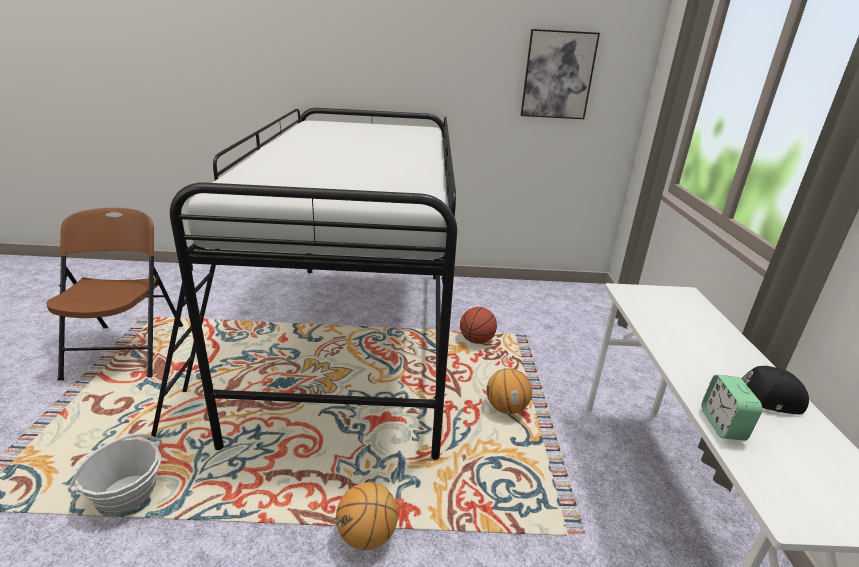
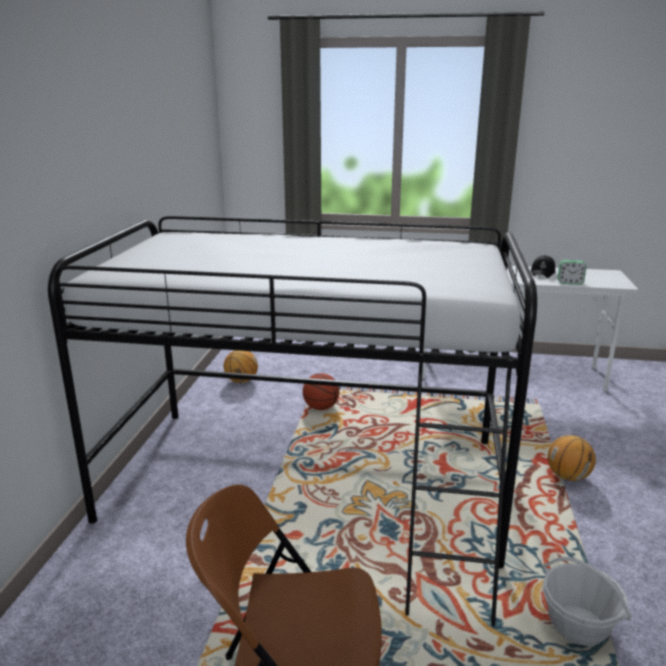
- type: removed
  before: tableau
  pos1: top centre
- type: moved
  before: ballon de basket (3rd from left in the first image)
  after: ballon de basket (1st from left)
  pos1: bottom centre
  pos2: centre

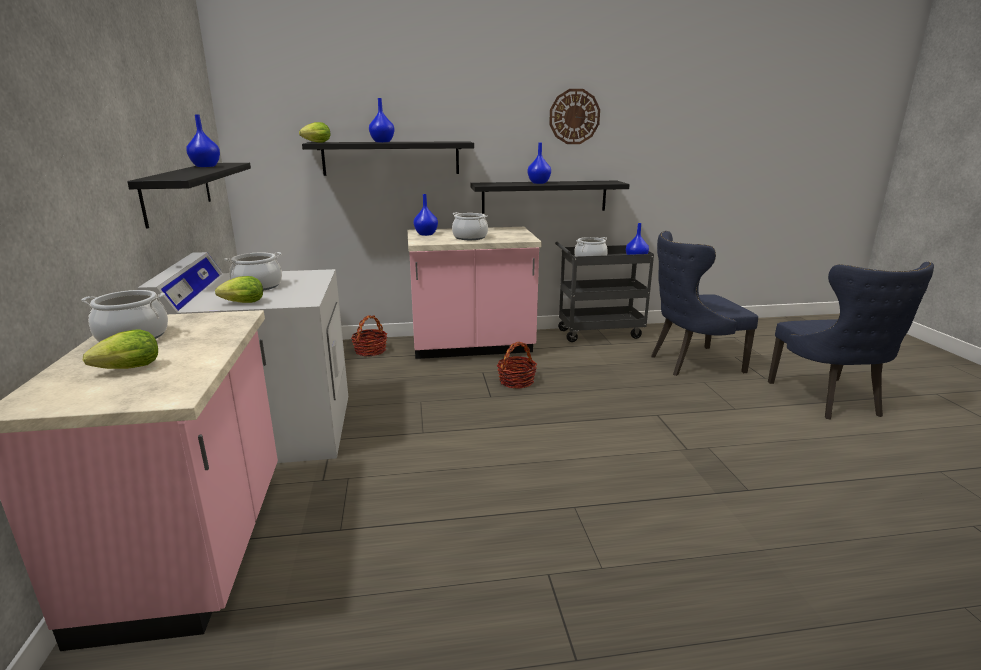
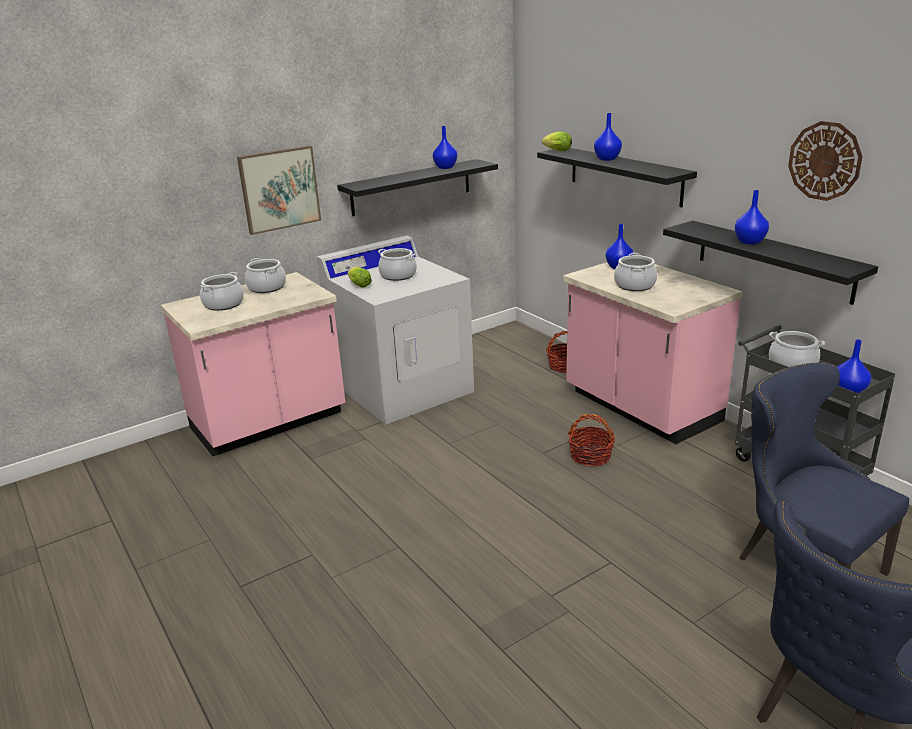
- type: replaced
  before: laitue (1st from left)
  after: marmite (1st from left)
  pos1: middle left
  pos2: middle left
- type: added
  after: tableau
  pos2: top left

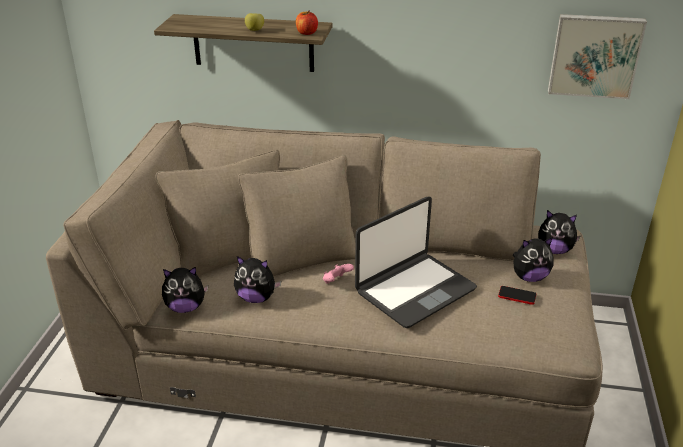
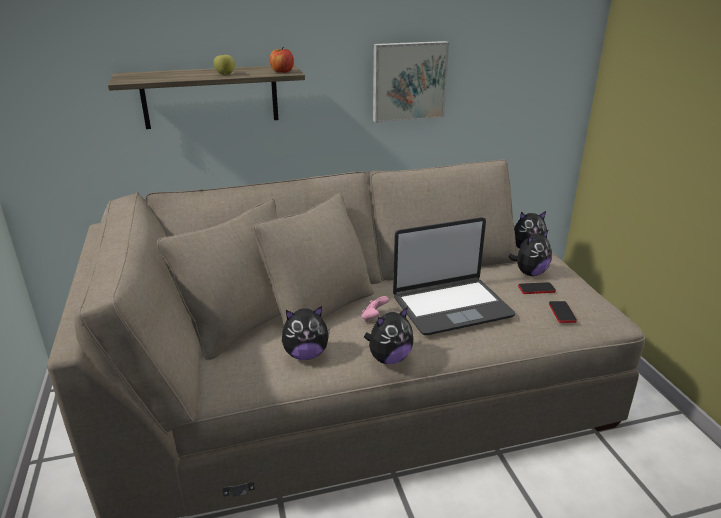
- type: moved
  before: tableau
  pos1: top right
  pos2: top centre
- type: turned
  before: ordinateur portable
  pos1: centre
  pos2: centre
  turn: 45
- type: moved
  before: peluche (1st from left in the first image)
  after: peluche (2nd from left)
  pos1: middle left
  pos2: centre
- type: added
  after: téléphone (2nd from left)
  pos2: middle right

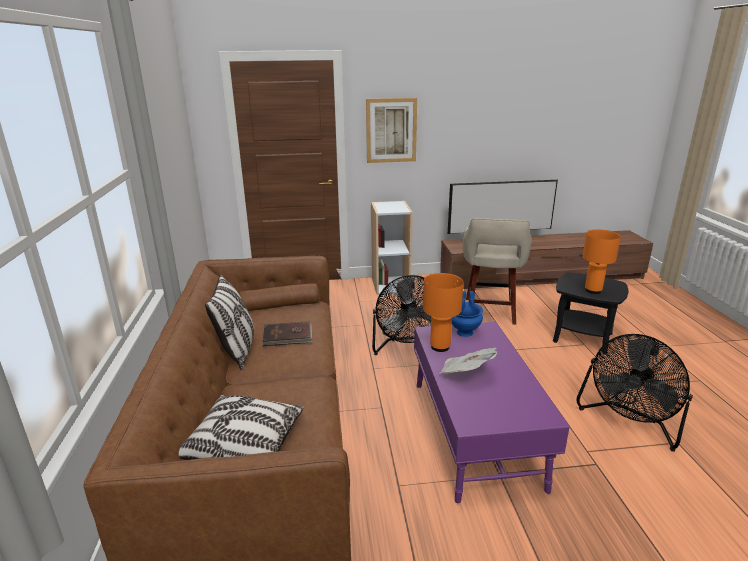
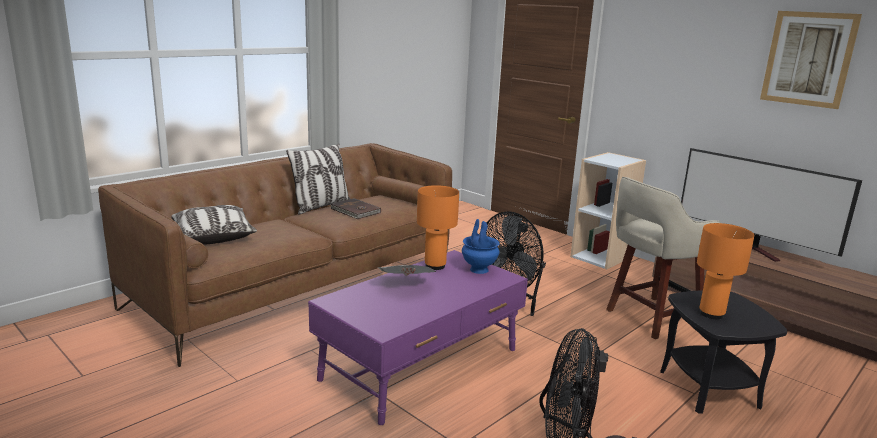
- type: moved
  before: tableau
  pos1: top centre
  pos2: top right

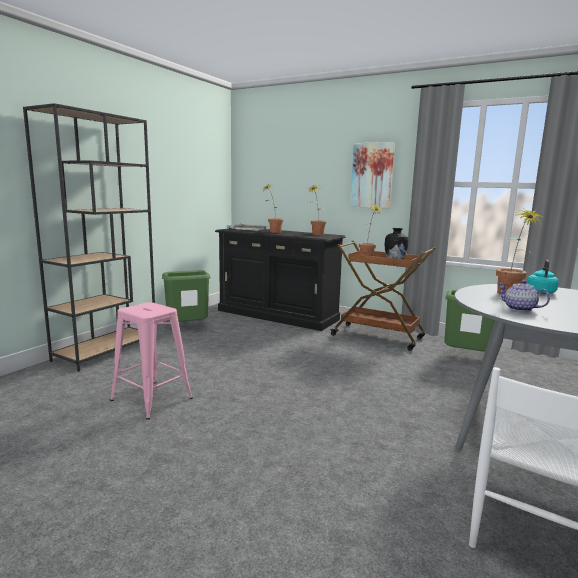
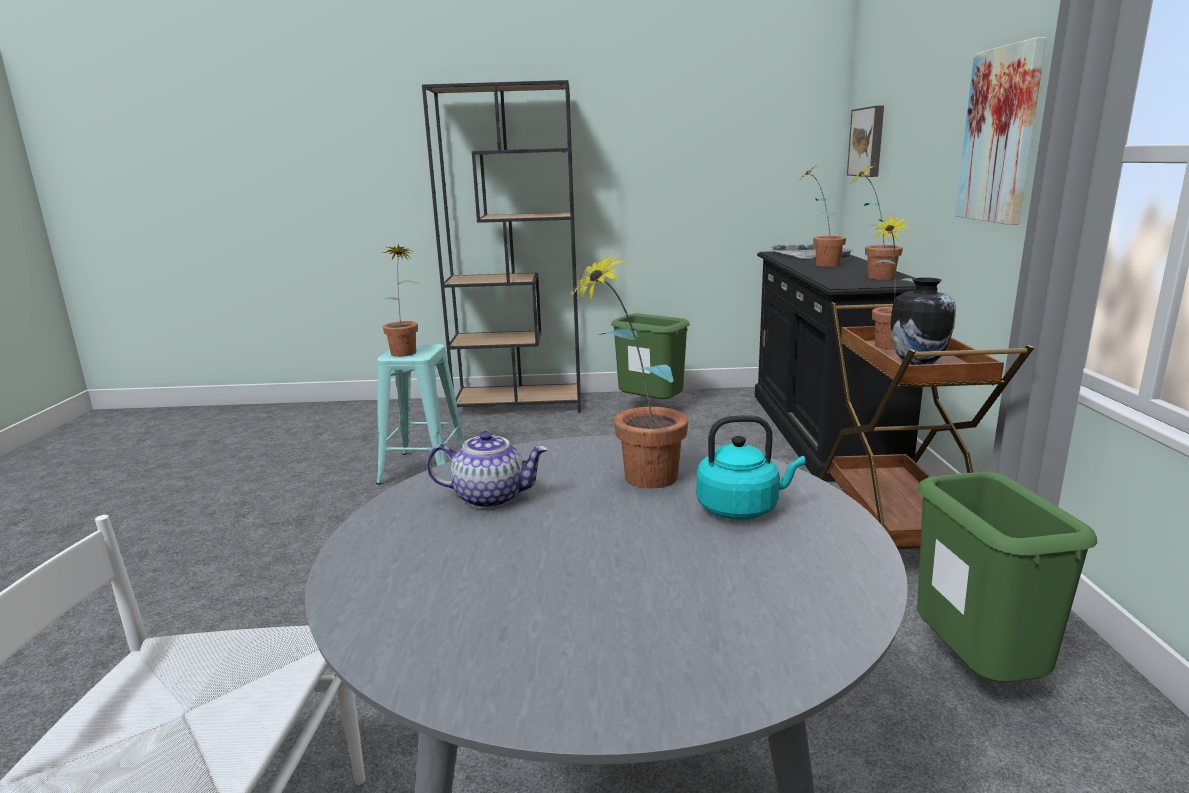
- type: turned
  before: théière
  pos1: middle right
  pos2: centre
  turn: 75
- type: recoloured
  before: tabouret [rose]
  after: tabouret [turquoise]
  pos1: middle left
  pos2: centre
- type: added
  after: tableau (1st from left)
  pos2: top right
- type: added
  after: plante en pot (1st from left)
  pos2: centre

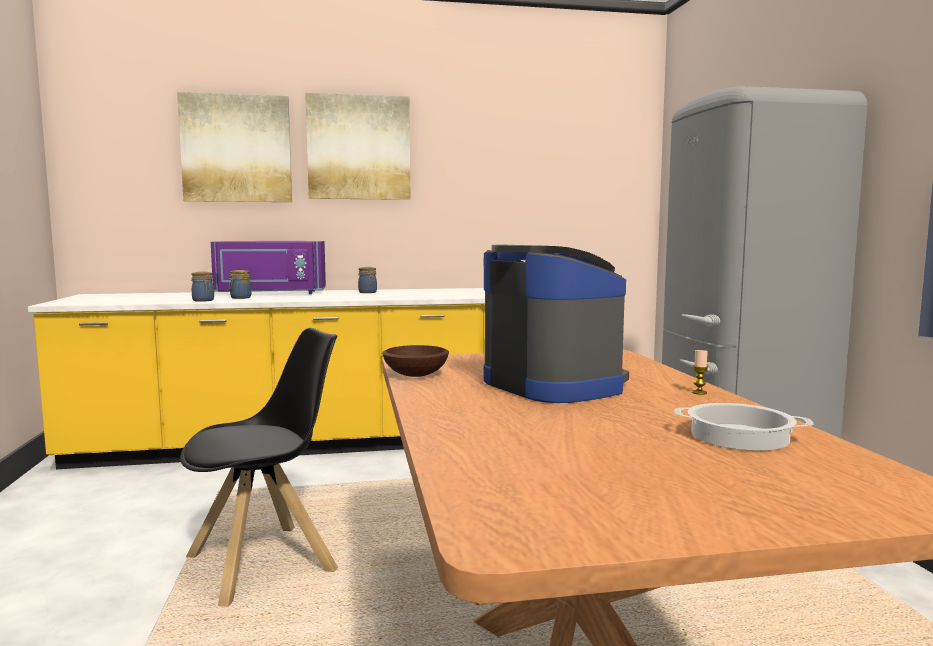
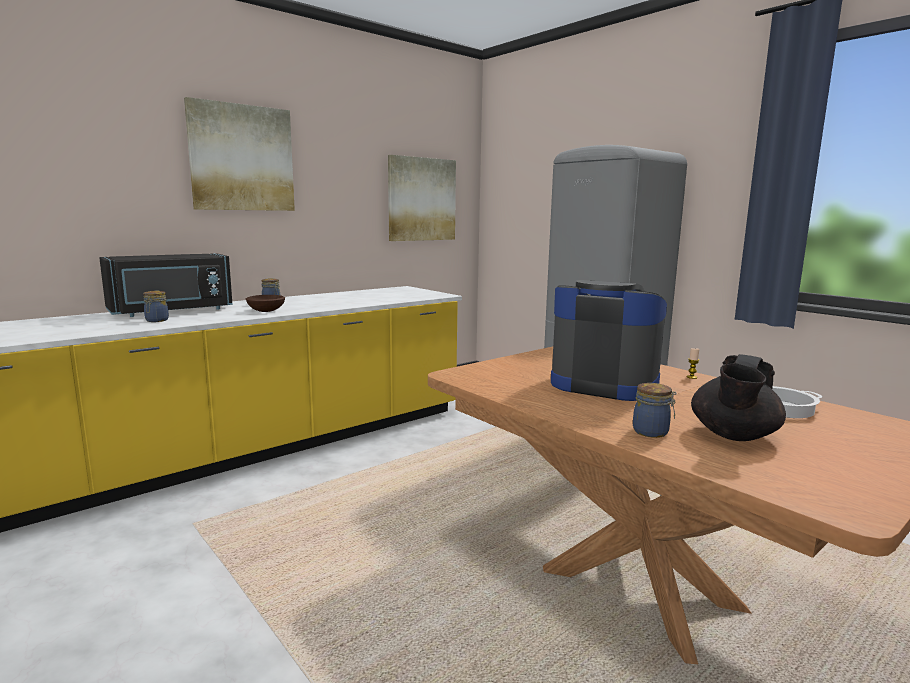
- type: moved
  before: tableau (1st from left in the first image)
  after: tableau (2nd from left)
  pos1: top left
  pos2: top centre
- type: recoloured
  before: micro-ondes [violet]
  after: micro-ondes [noir]
  pos1: middle left
  pos2: middle left
- type: moved
  before: bocal (1st from left in the first image)
  after: bocal (3rd from left)
  pos1: middle left
  pos2: middle right
- type: removed
  before: chaise [noir]
  pos1: bottom left
- type: moved
  before: bol [marron]
  pos1: centre
  pos2: middle left
- type: added
  after: théière [noir]
  pos2: middle right

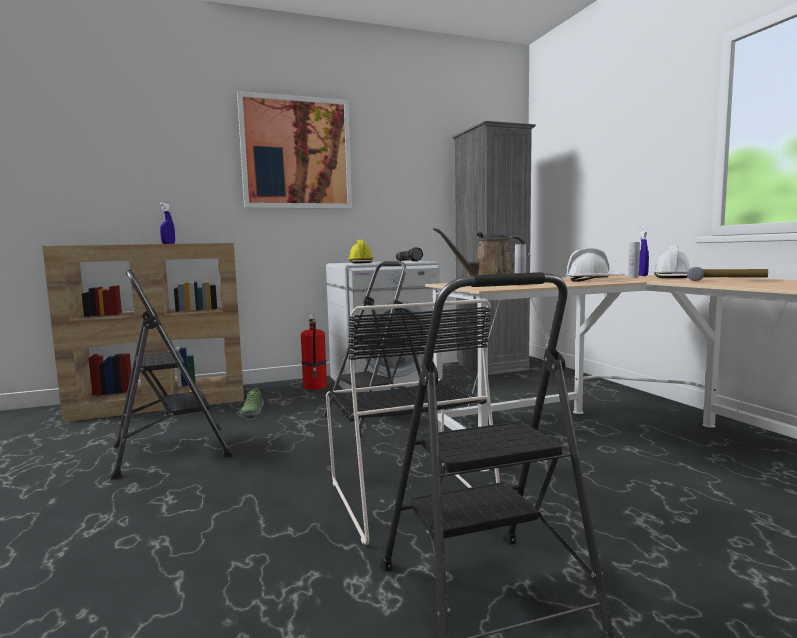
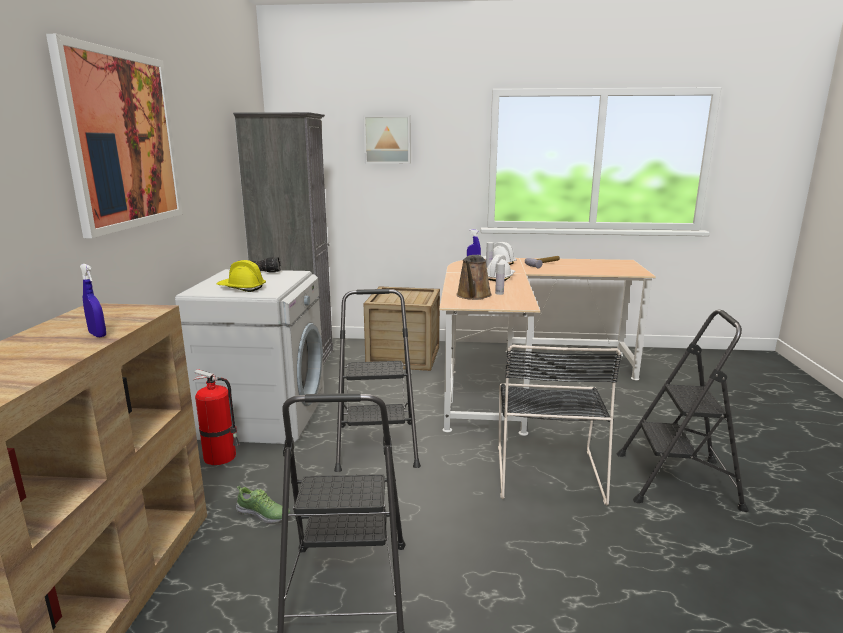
- type: turned
  before: chaise [noir]
  pos1: centre
  pos2: bottom centre
  turn: 90
- type: added
  after: tableau (2nd from left)
  pos2: top centre
- type: added
  after: caisse
  pos2: centre

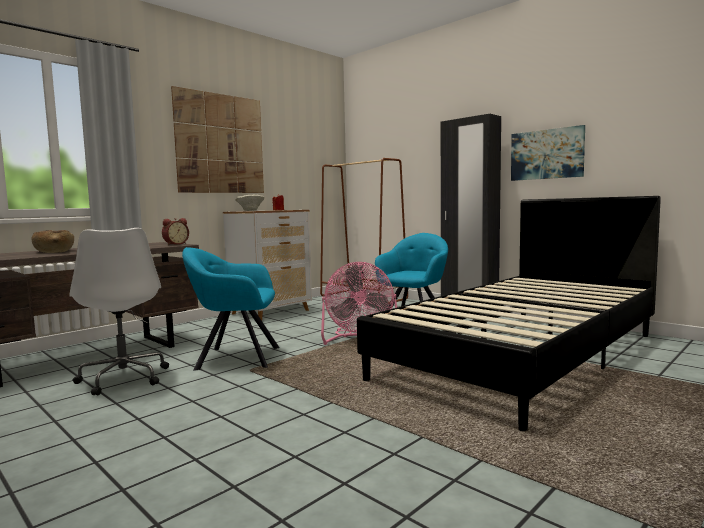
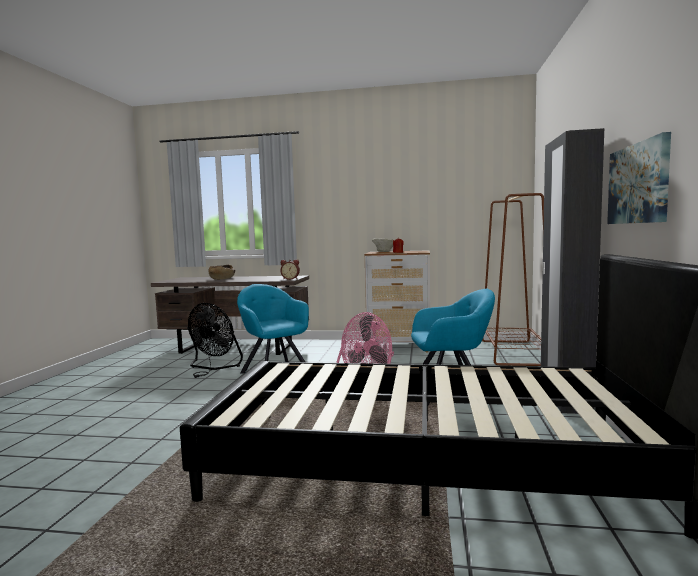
- type: removed
  before: tableau (1st from left)
  pos1: top left
- type: replaced
  before: chaise de bureau [blanc]
  after: ventilateur [noir]
  pos1: middle left
  pos2: middle left

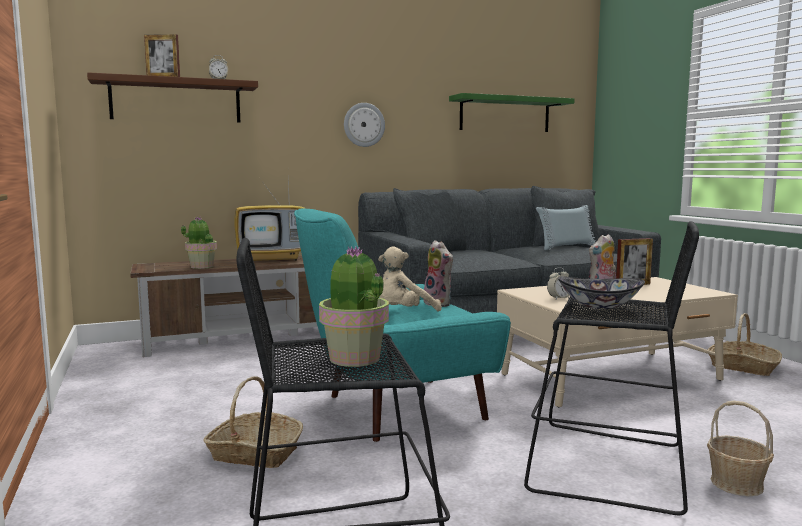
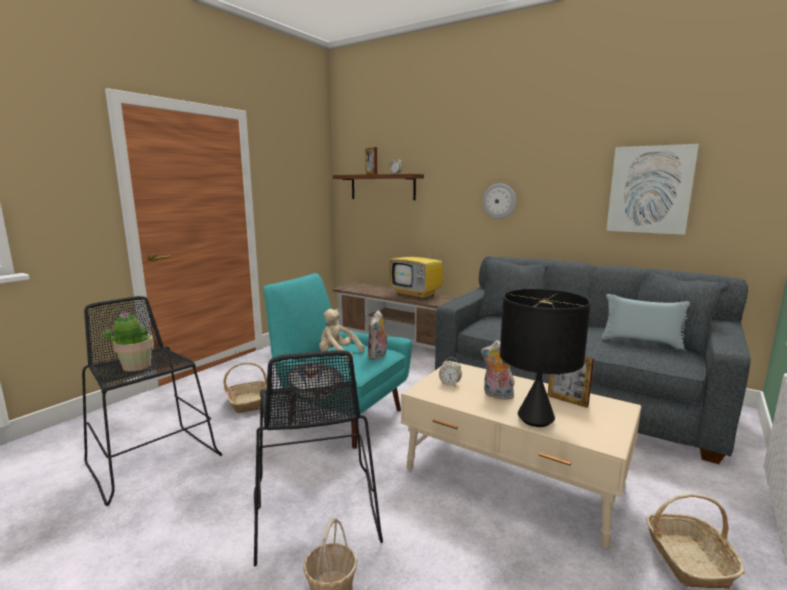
- type: replaced
  before: étagère [vert]
  after: tableau
  pos1: top centre
  pos2: top right
- type: removed
  before: plante en pot (1st from left)
  pos1: middle left
- type: added
  after: lampe de table [noir]
  pos2: middle right

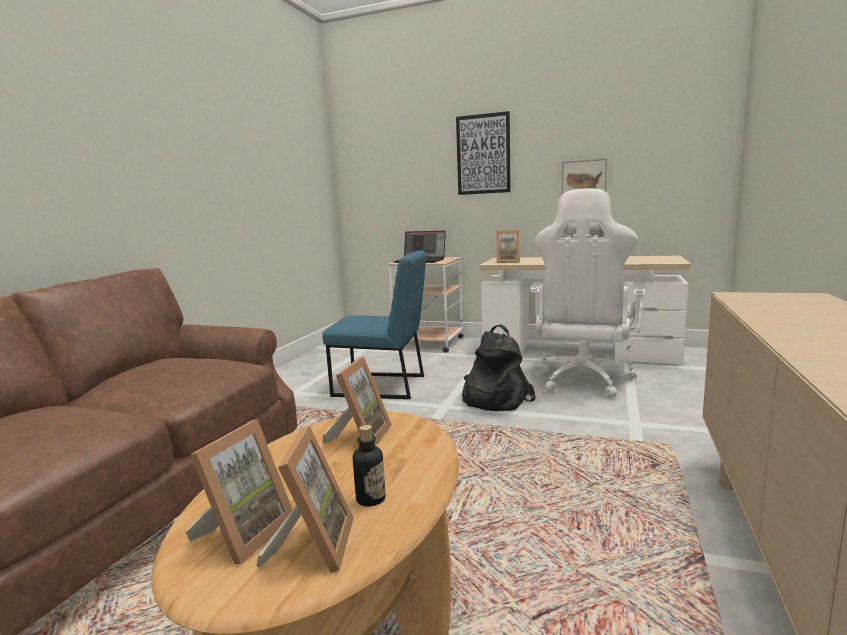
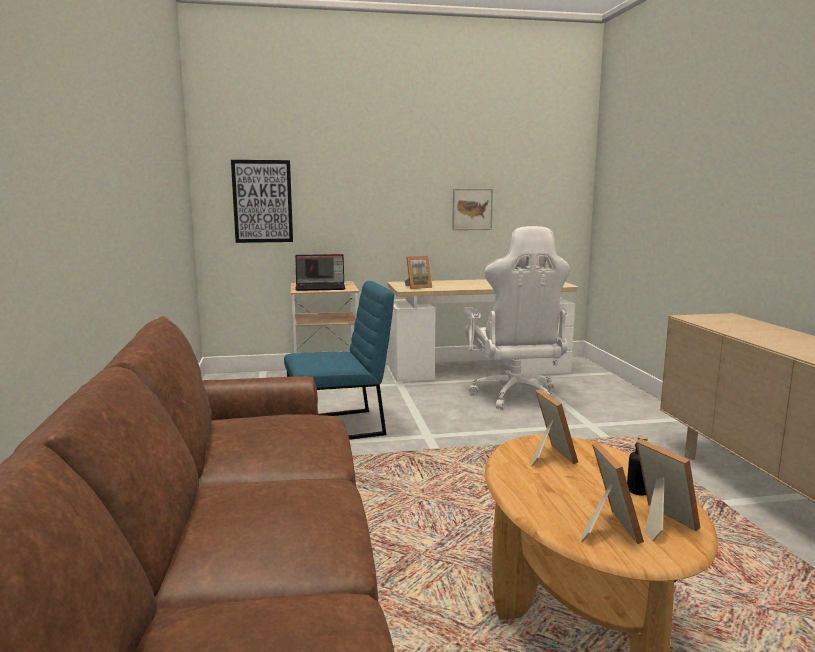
- type: moved
  before: tableau (1st from left)
  pos1: top centre
  pos2: top left
- type: removed
  before: sac à dos [noir]
  pos1: centre

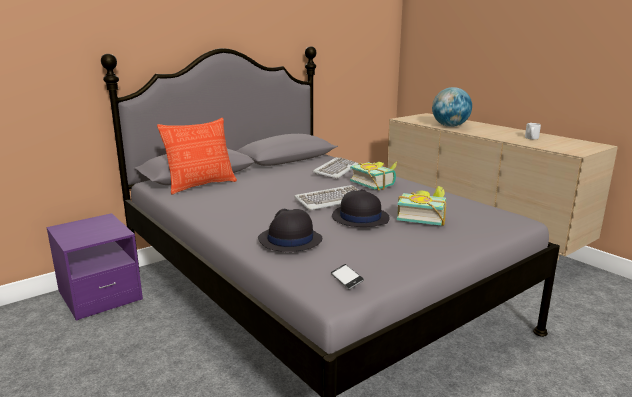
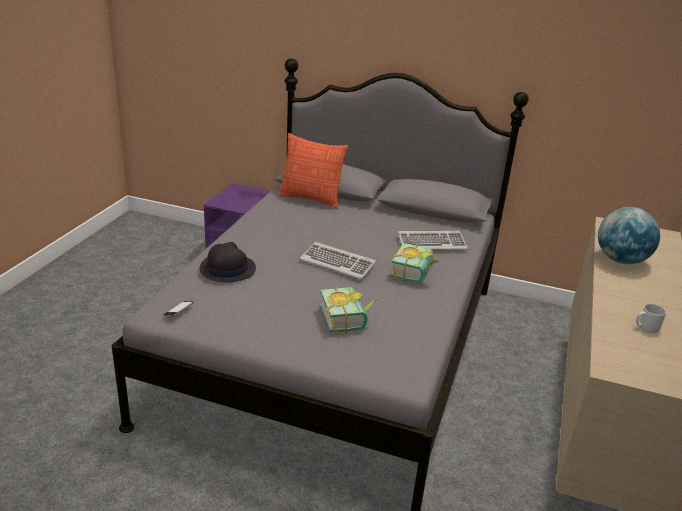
- type: removed
  before: chapeau [noir] (2nd from left)
  pos1: centre

